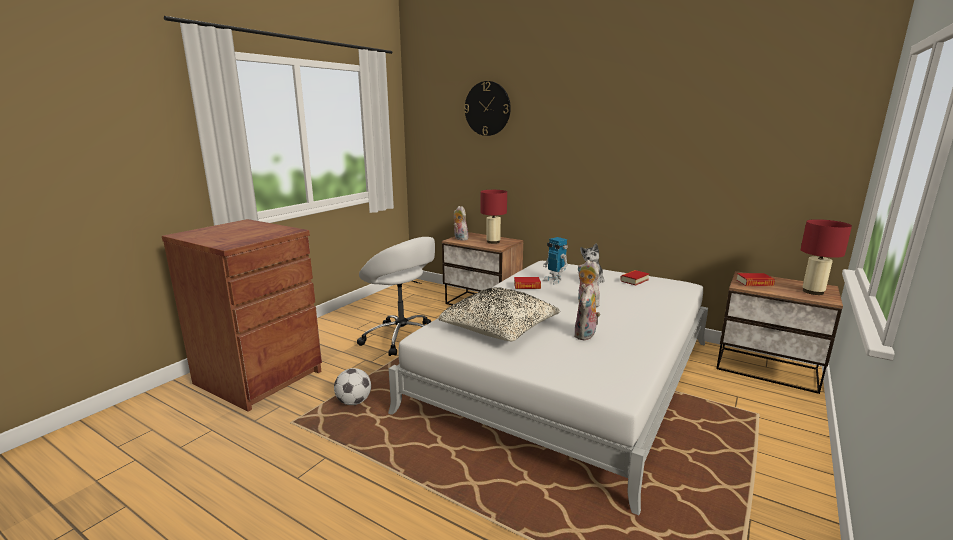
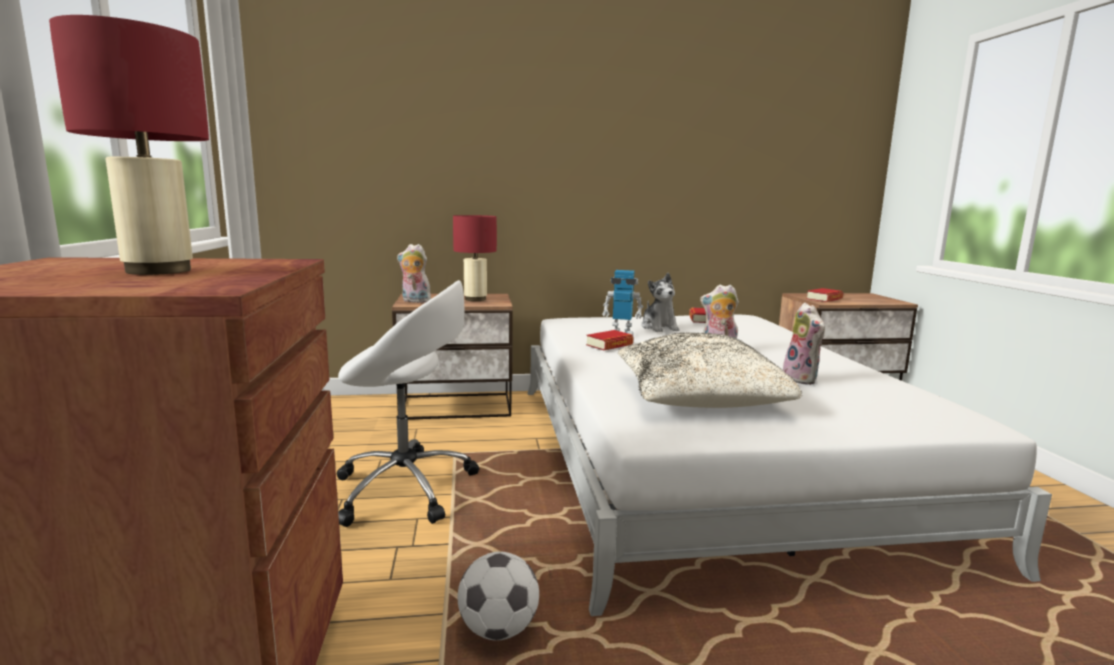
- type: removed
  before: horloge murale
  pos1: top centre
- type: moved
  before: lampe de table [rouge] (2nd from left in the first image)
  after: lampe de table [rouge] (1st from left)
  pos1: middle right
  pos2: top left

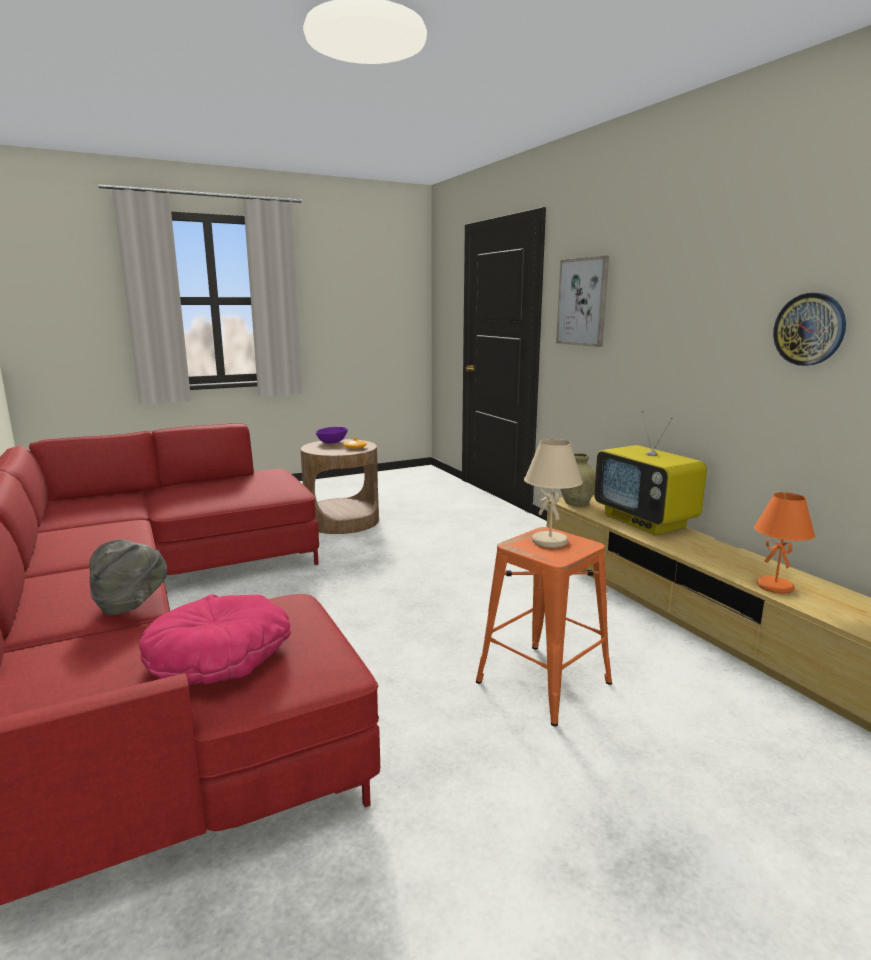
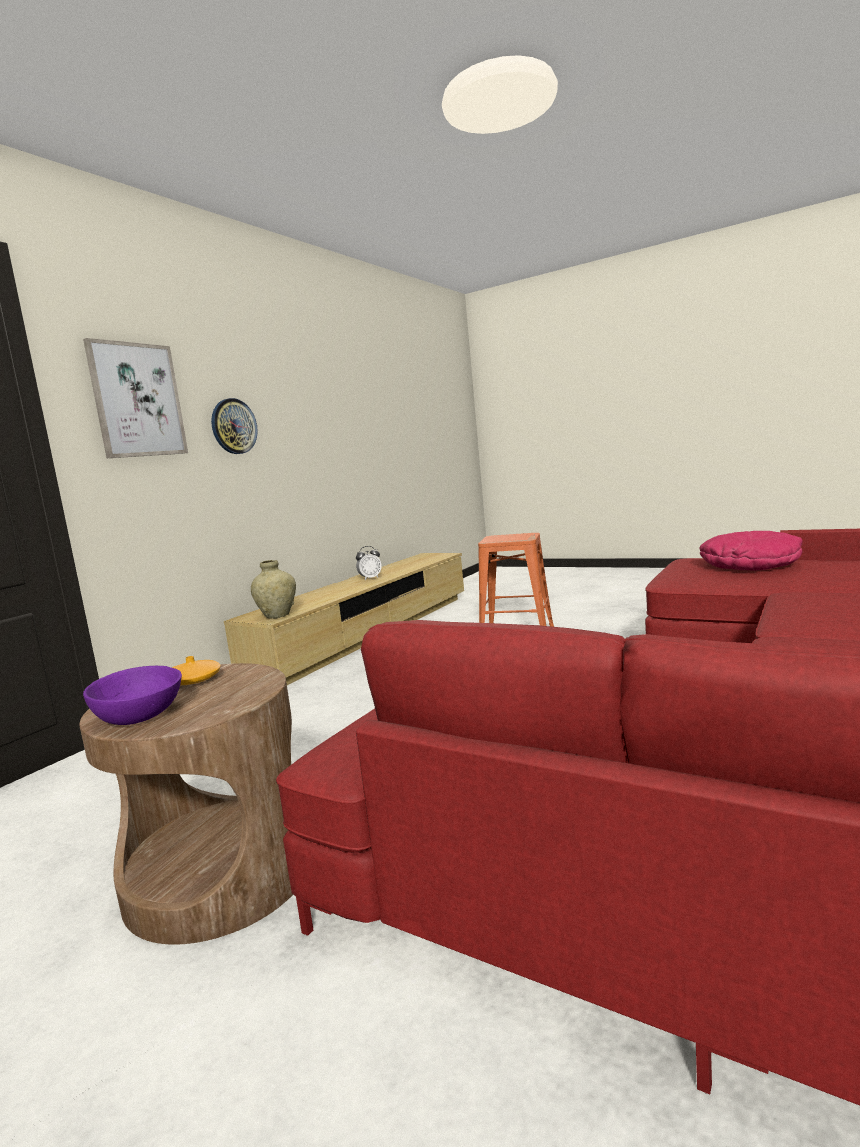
- type: moved
  before: horloge murale
  pos1: middle right
  pos2: middle left
- type: removed
  before: téléviseur
  pos1: middle right
- type: removed
  before: lampe de table [beige]
  pos1: centre
- type: removed
  before: lampe de table [orange]
  pos1: middle right
- type: removed
  before: chapeau [gris]
  pos1: middle left
- type: added
  after: réveil
  pos2: centre

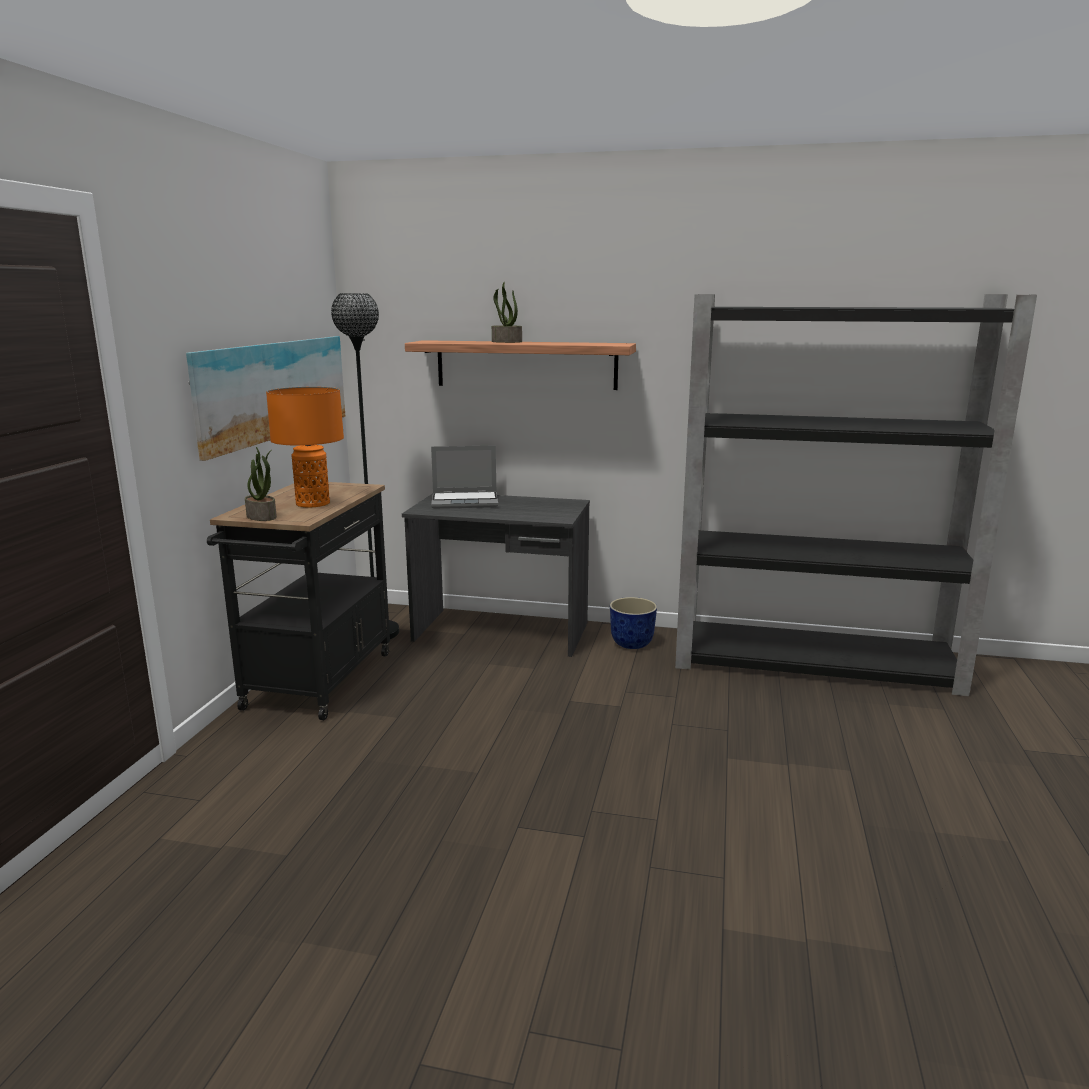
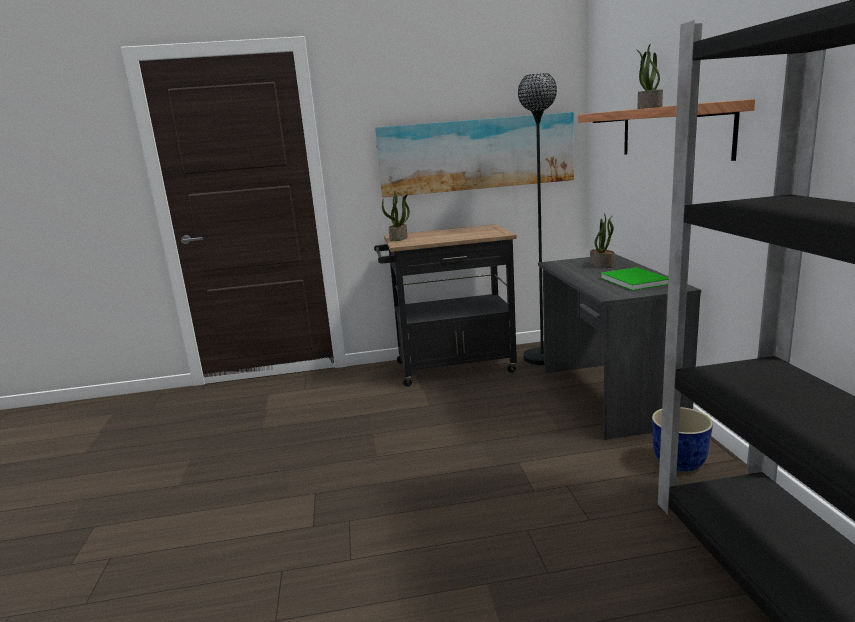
- type: removed
  before: lampe de table [orange]
  pos1: middle left
- type: replaced
  before: ordinateur portable
  after: plante en pot (2nd from left)
  pos1: centre
  pos2: middle right
- type: added
  after: livre [vert]
  pos2: middle right

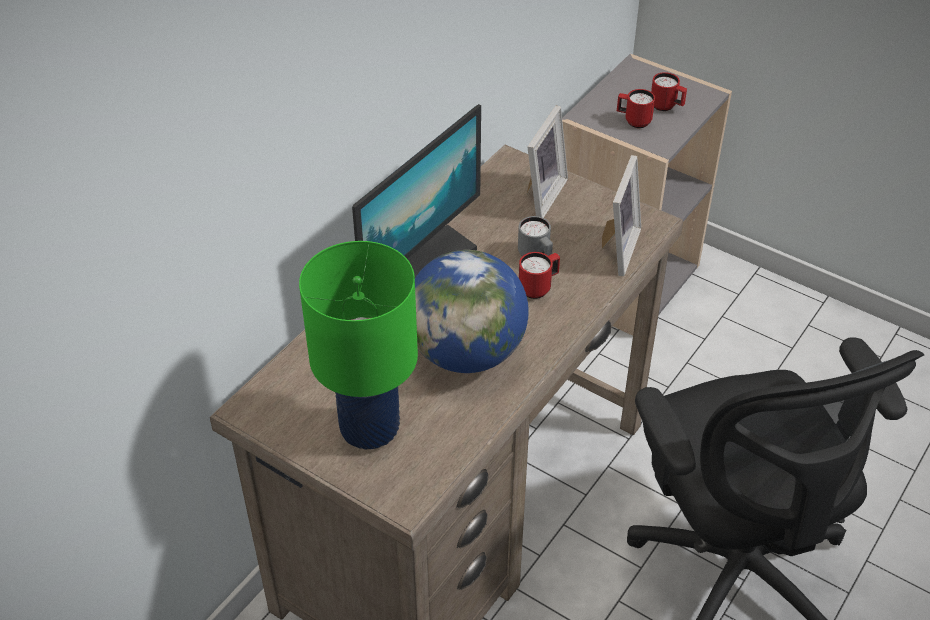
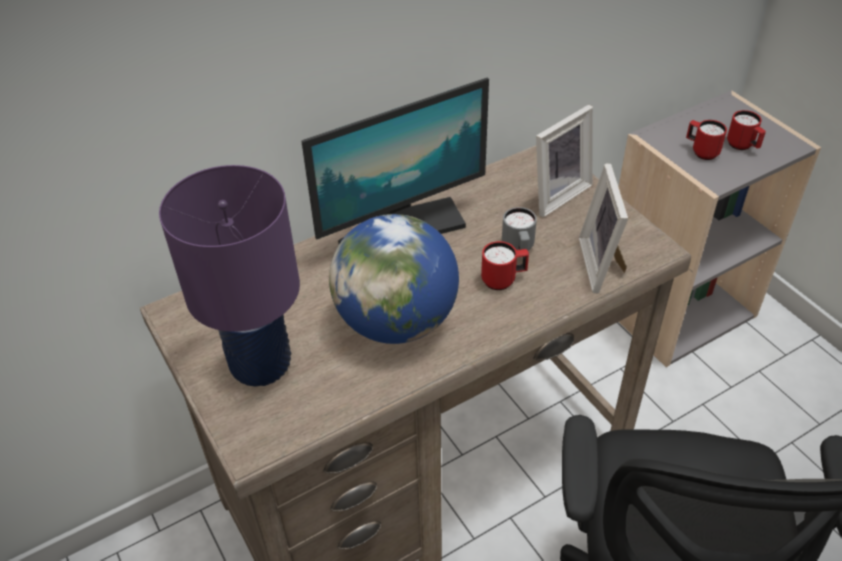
- type: turned
  before: cadre photo (2nd from left)
  pos1: middle right
  pos2: middle right
  turn: 135
- type: recoloured
  before: lampe de table [vert]
  after: lampe de table [violet]
  pos1: centre
  pos2: middle left

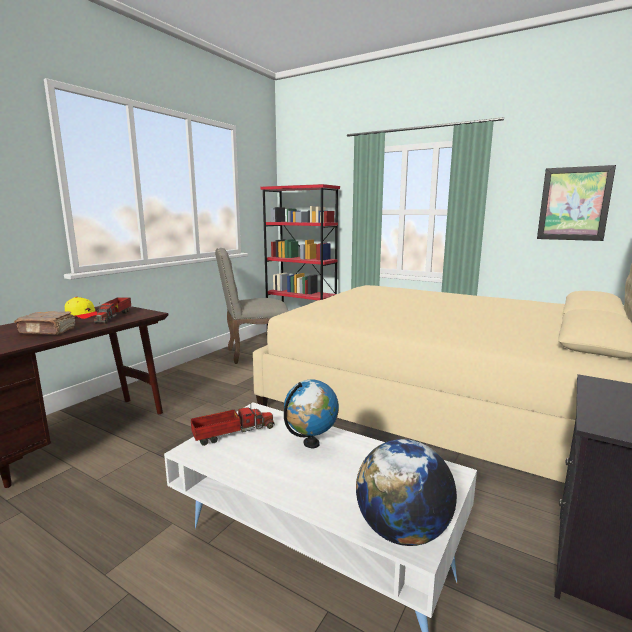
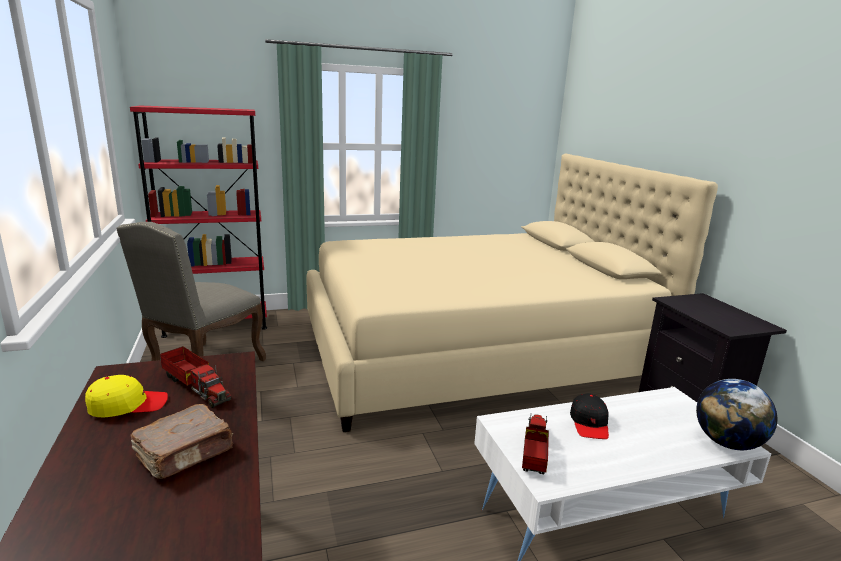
- type: removed
  before: tableau
  pos1: top right
- type: replaced
  before: globe (1st from left)
  after: casquette [noir]
  pos1: centre
  pos2: bottom right

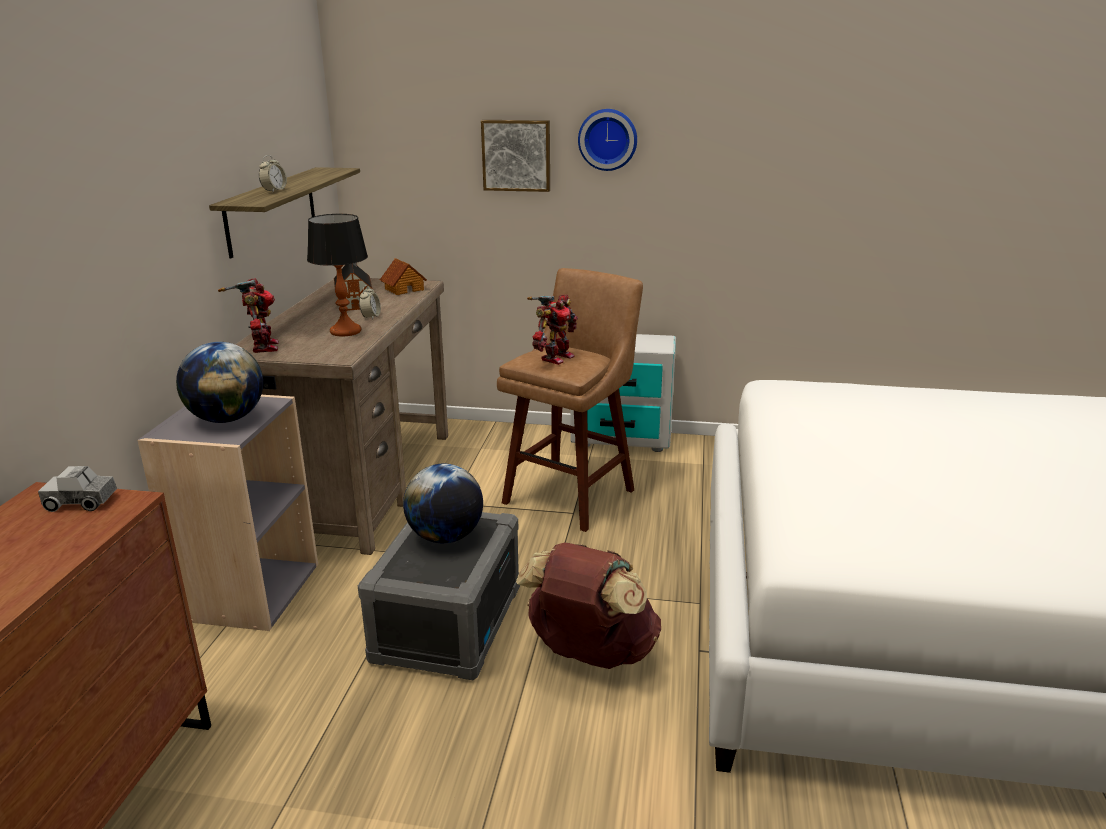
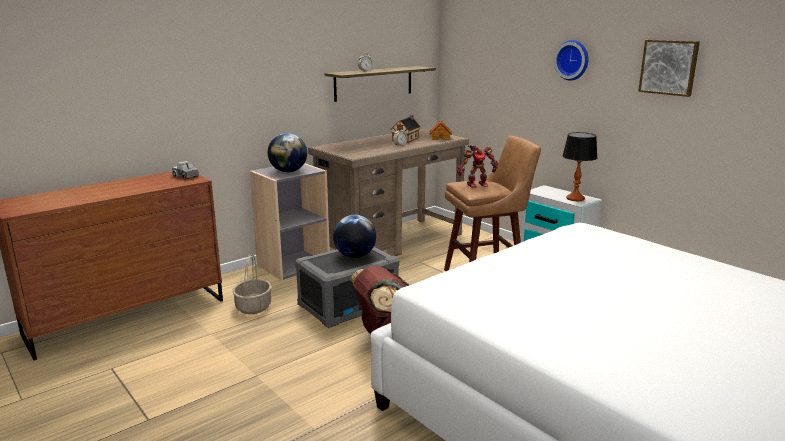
- type: moved
  before: tableau
  pos1: top centre
  pos2: top right
- type: moved
  before: lampe de table
  pos1: top left
  pos2: middle right
- type: removed
  before: robot jouet (1st from left)
  pos1: middle left
- type: added
  after: panier
  pos2: middle left

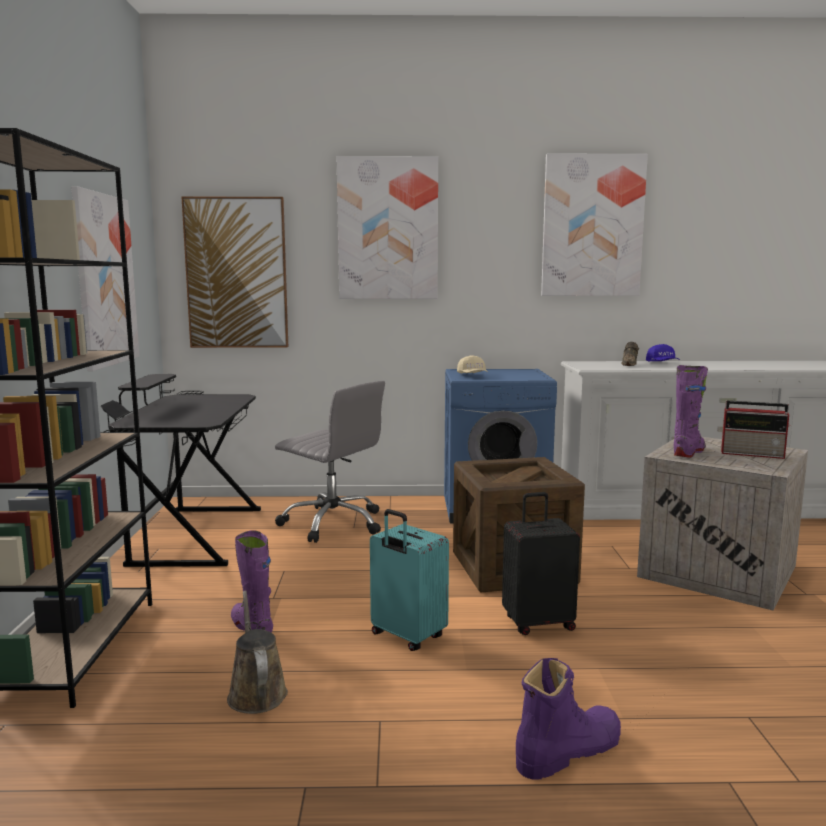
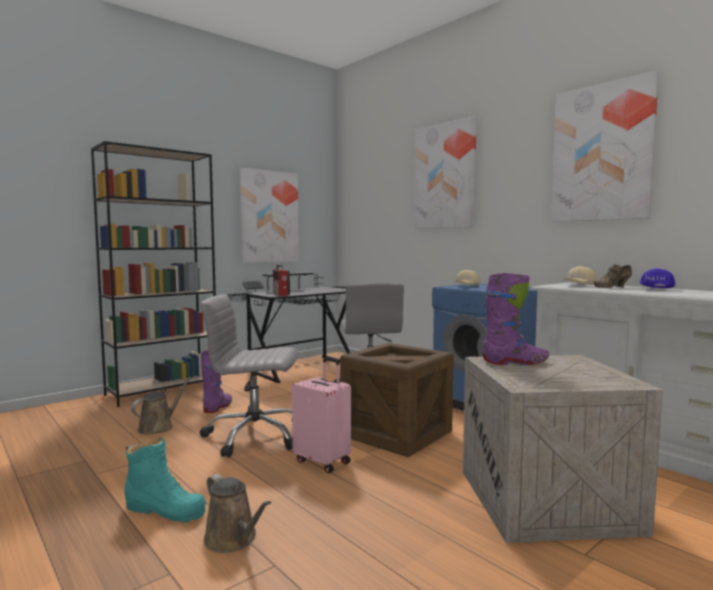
- type: removed
  before: tableau (2nd from left)
  pos1: top left
- type: moved
  before: radio
  pos1: middle right
  pos2: centre
- type: recoloured
  before: valise [noir]
  after: valise [rose]
  pos1: bottom centre
  pos2: bottom centre
- type: replaced
  before: valise [turquoise]
  after: chaise de bureau [gris] (1st from left)
  pos1: bottom centre
  pos2: centre
- type: recoloured
  before: botte [violet] (2nd from left)
  after: botte [turquoise]
  pos1: bottom right
  pos2: bottom left
- type: added
  after: casquette [beige] (2nd from left)
  pos2: middle right
- type: added
  after: arrosoir [marron] (2nd from left)
  pos2: bottom left

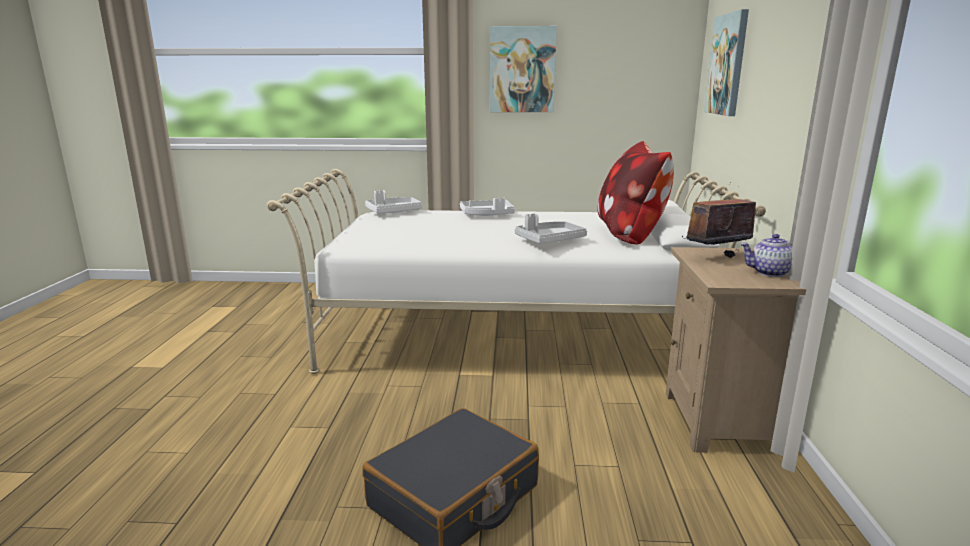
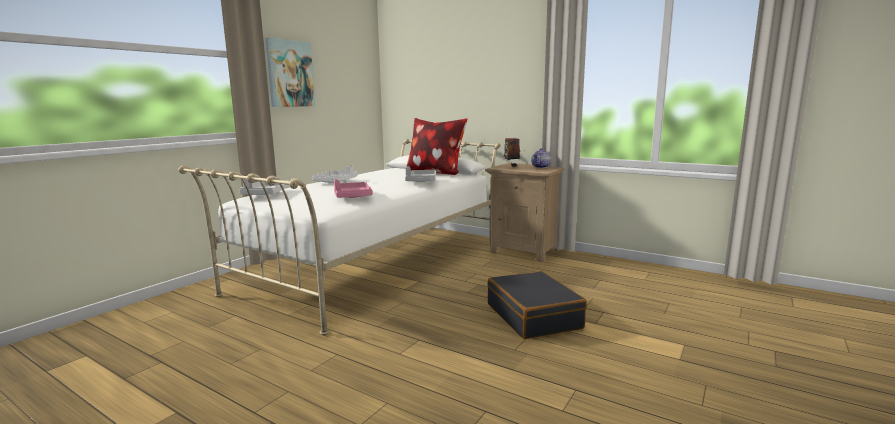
- type: removed
  before: tableau (2nd from left)
  pos1: top right
- type: added
  after: plateau [rose]
  pos2: centre

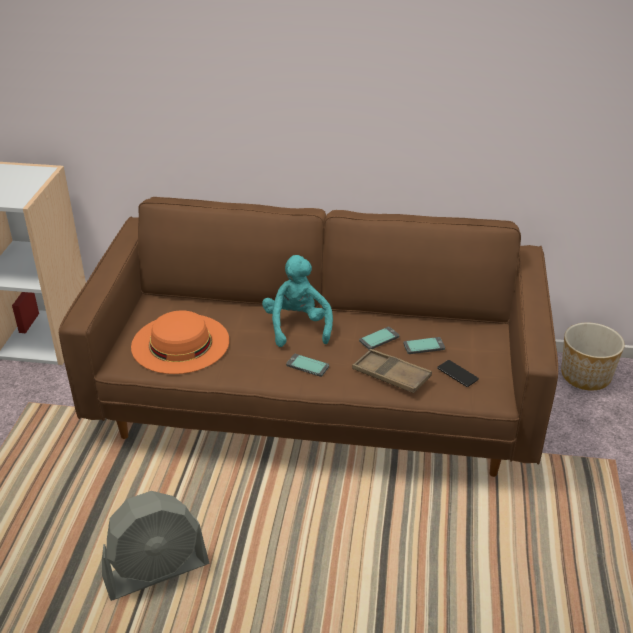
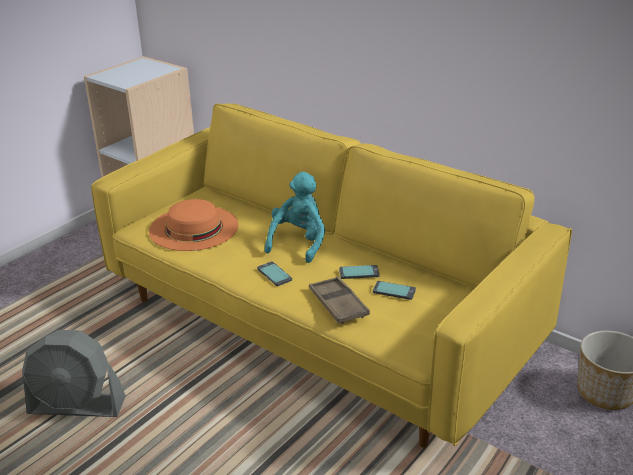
- type: recoloured
  before: canapé [marron]
  after: canapé [jaune]
  pos1: centre
  pos2: centre
- type: removed
  before: téléphone (4th from left)
  pos1: middle right

